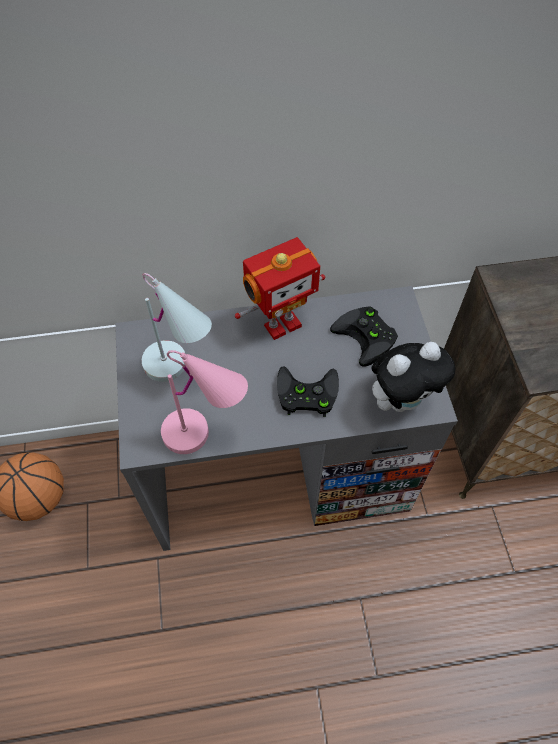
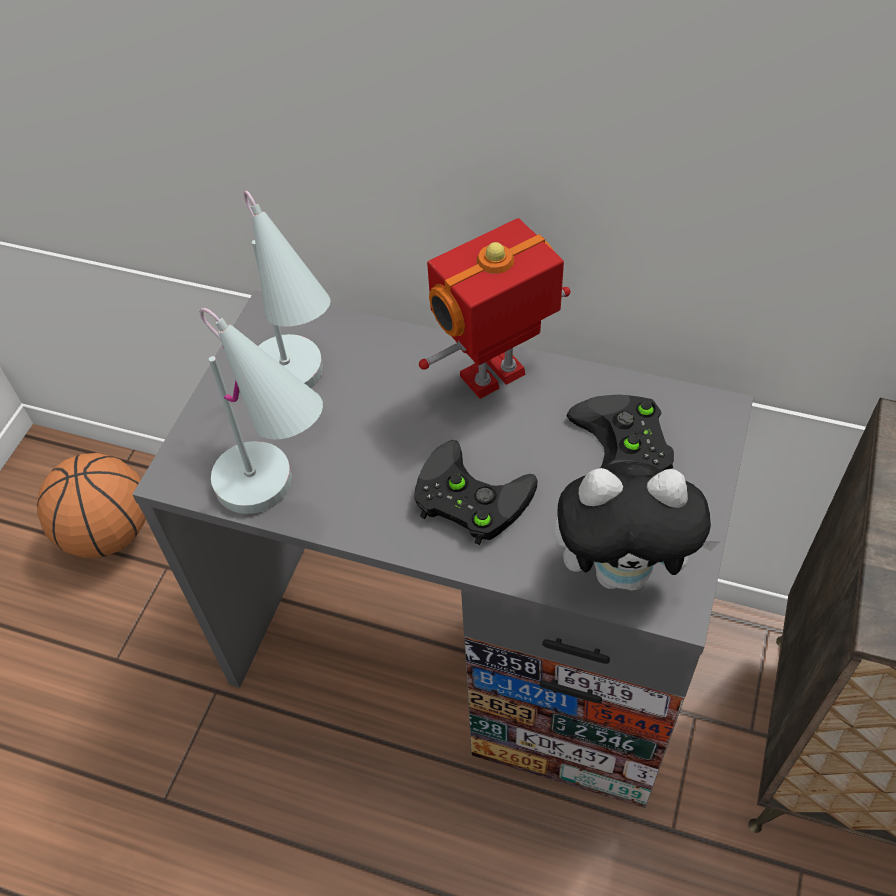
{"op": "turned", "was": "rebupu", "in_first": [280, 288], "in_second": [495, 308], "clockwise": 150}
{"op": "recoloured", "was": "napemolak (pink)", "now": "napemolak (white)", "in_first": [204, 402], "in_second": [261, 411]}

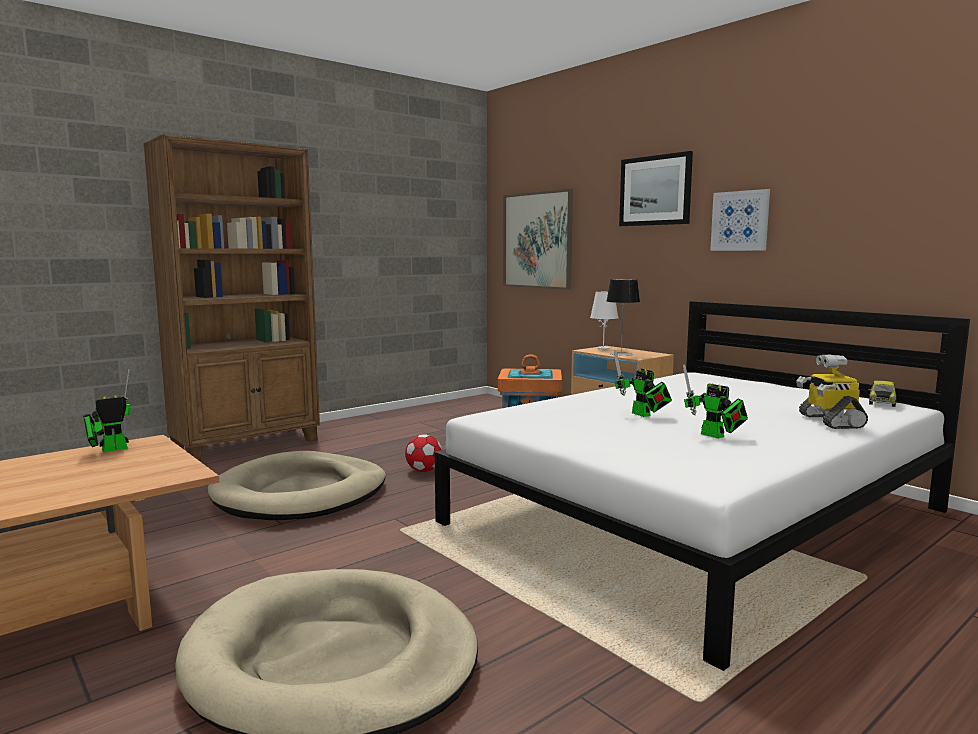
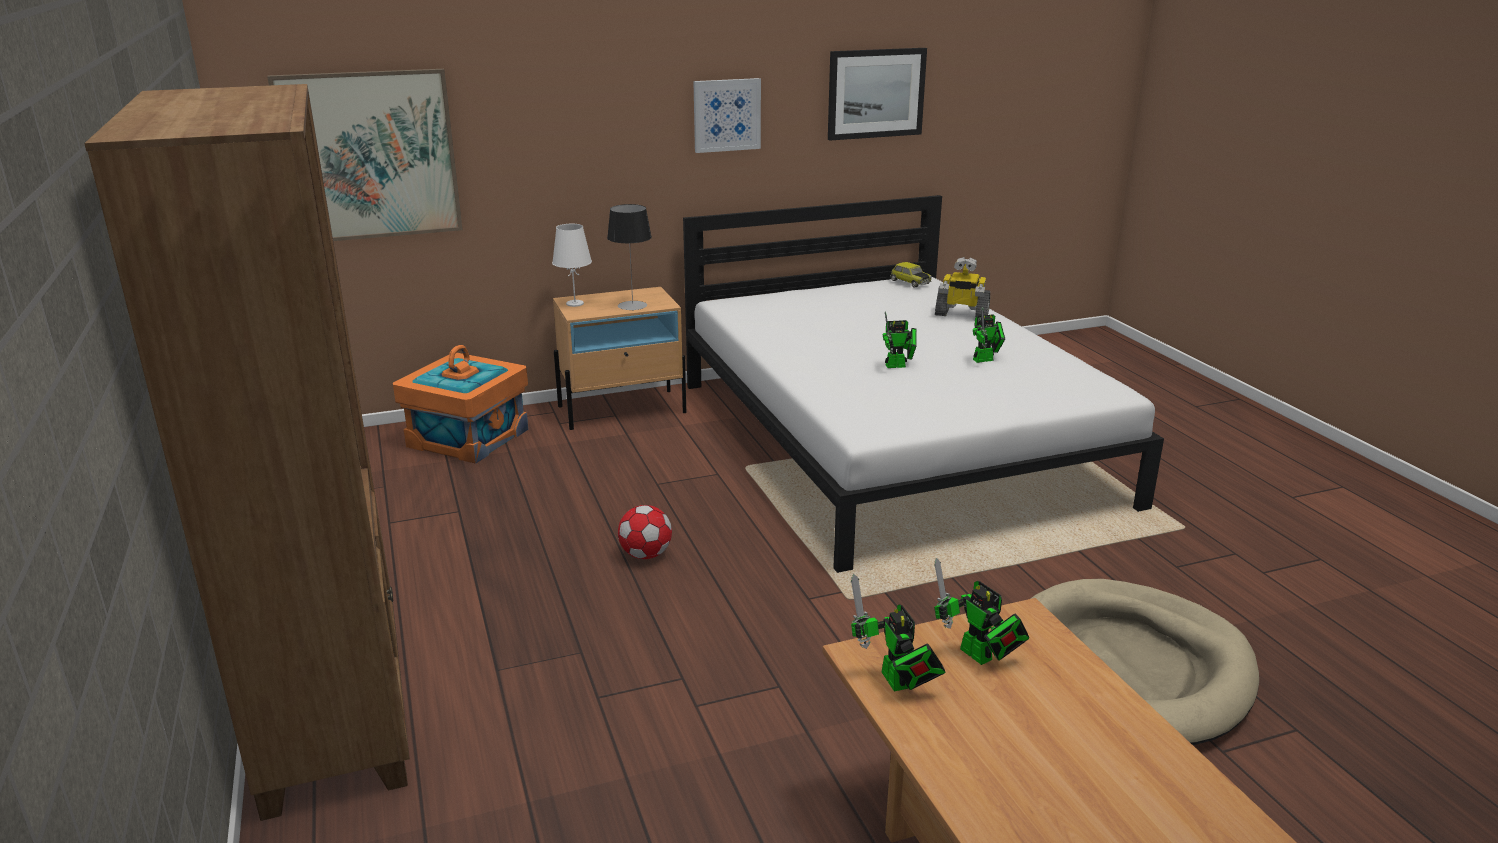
{"op": "moved", "was": "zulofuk", "in_first": [656, 188], "in_second": [877, 94]}
{"op": "removed", "was": "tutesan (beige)", "in_first": [297, 485]}
{"op": "added", "now": "rebupu", "in_second": [982, 611]}

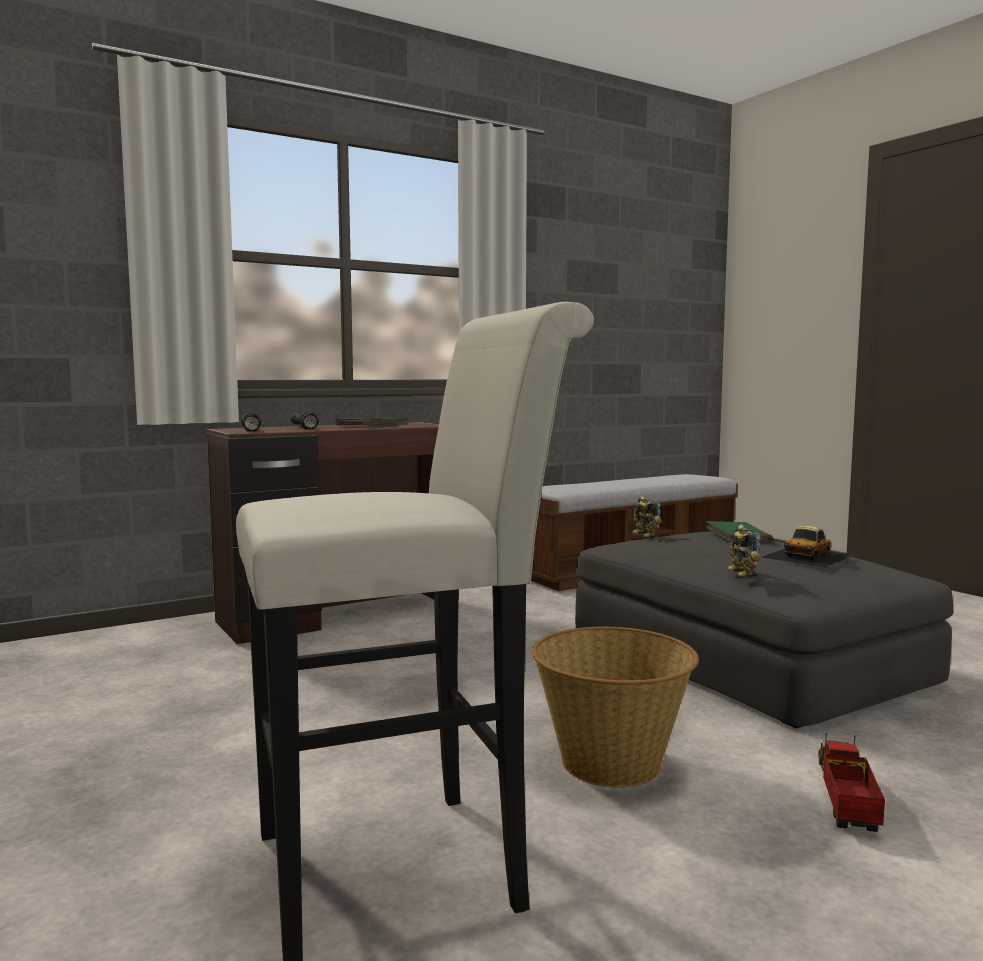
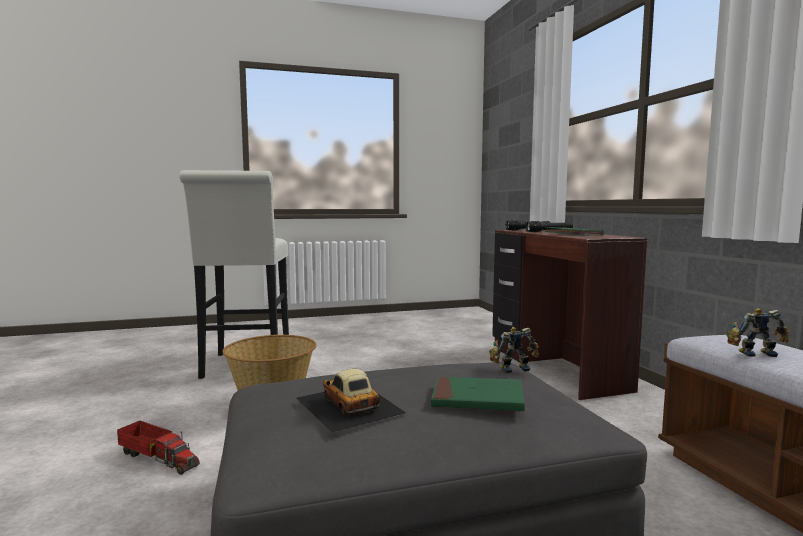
{"op": "moved", "was": "rebupu", "in_first": [744, 550], "in_second": [757, 332]}

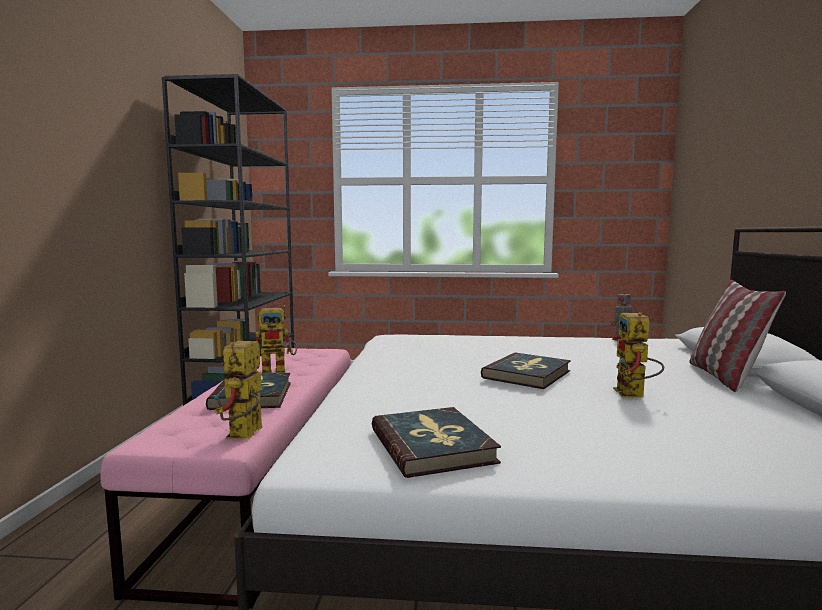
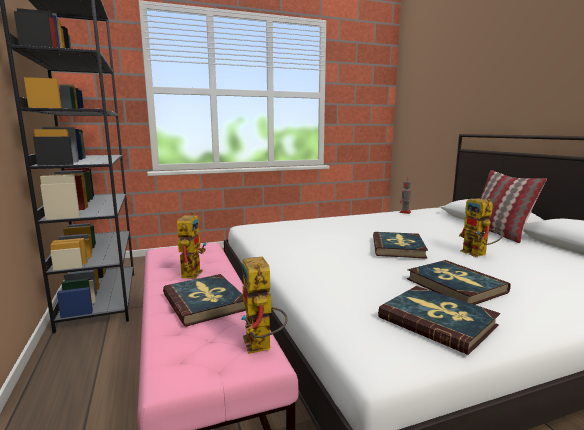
{"op": "turned", "was": "rebupu", "in_first": [276, 339], "in_second": [192, 245], "clockwise": -45}
{"op": "added", "now": "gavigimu", "in_second": [459, 282]}

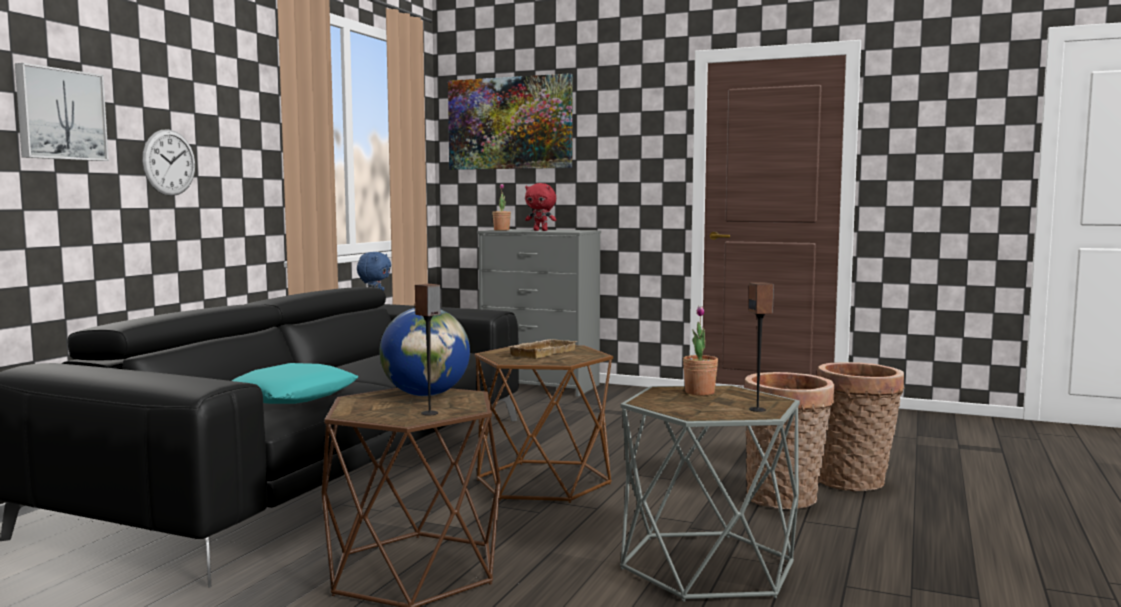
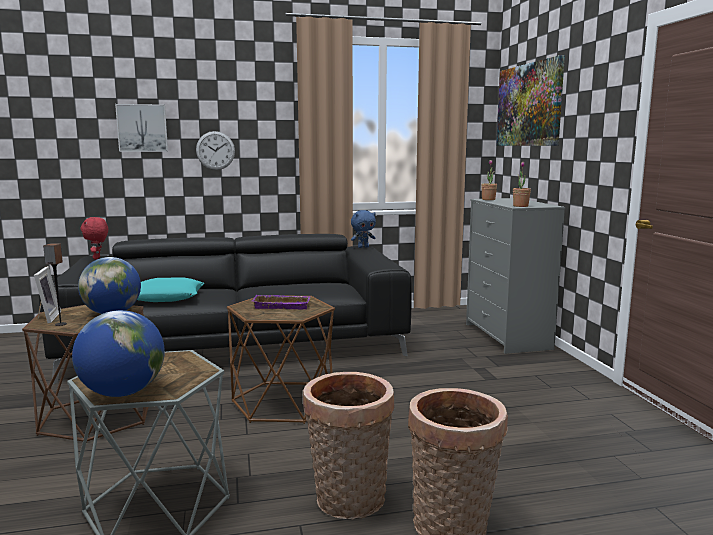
{"op": "moved", "was": "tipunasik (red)", "in_first": [540, 207], "in_second": [94, 238]}
{"op": "replaced", "was": "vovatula", "now": "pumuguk", "in_first": [761, 347], "in_second": [118, 353]}
{"op": "moved", "was": "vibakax", "in_first": [700, 350], "in_second": [522, 184]}
{"op": "recoloured", "was": "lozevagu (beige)", "now": "lozevagu (purple)", "in_first": [542, 349], "in_second": [281, 302]}
{"op": "added", "now": "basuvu", "in_second": [47, 294]}

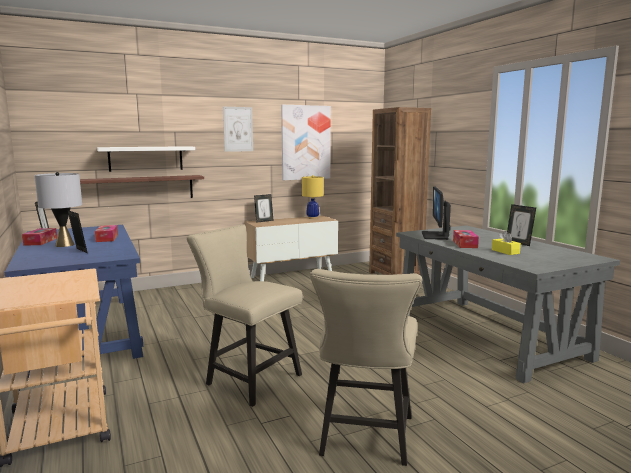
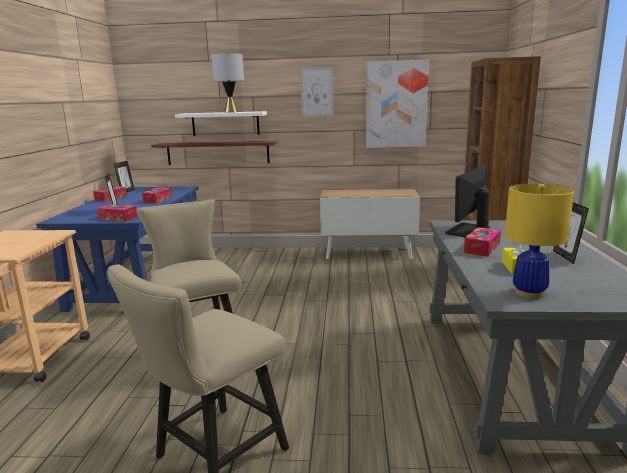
{"op": "moved", "was": "napemolak (grey)", "in_first": [58, 209], "in_second": [227, 83]}
{"op": "moved", "was": "napemolak (yellow)", "in_first": [313, 197], "in_second": [539, 241]}
{"op": "removed", "was": "basuvu", "in_first": [264, 208]}
{"op": "added", "now": "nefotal", "in_second": [116, 212]}

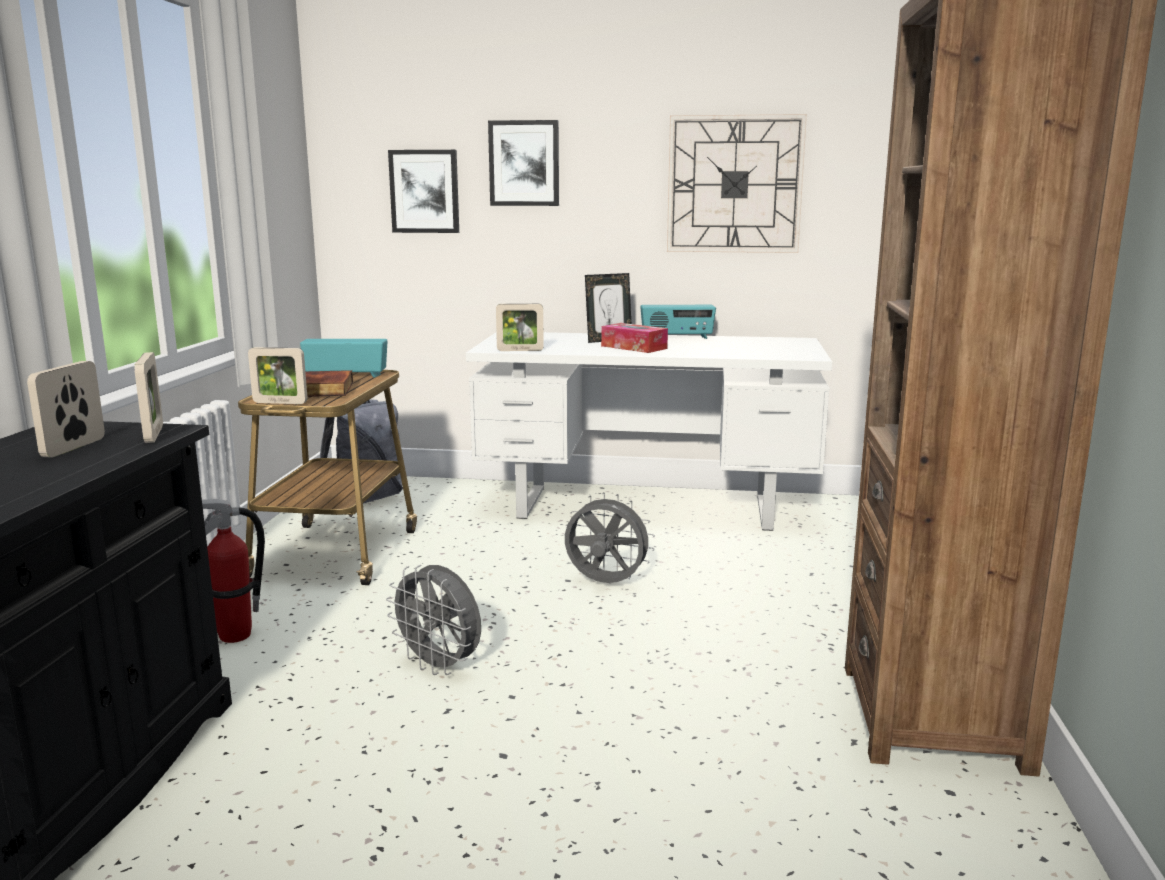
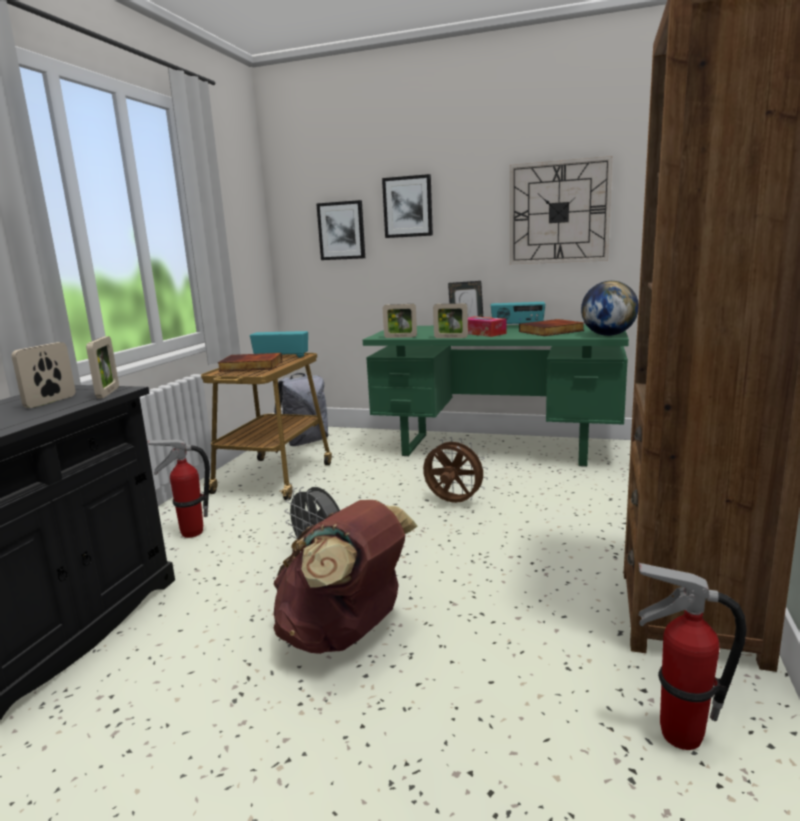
{"op": "recoloured", "was": "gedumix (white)", "now": "gedumix (green)", "in_first": [649, 431], "in_second": [496, 395]}
{"op": "moved", "was": "basuvu", "in_first": [278, 375], "in_second": [450, 320]}
{"op": "recoloured", "was": "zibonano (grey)", "now": "zibonano (brown)", "in_first": [610, 537], "in_second": [455, 470]}
{"op": "added", "now": "pumuguk", "in_second": [610, 308]}
{"op": "added", "now": "gavigimu", "in_second": [552, 327]}
{"op": "added", "now": "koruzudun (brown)", "in_second": [346, 577]}
{"op": "added", "now": "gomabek", "in_second": [693, 656]}

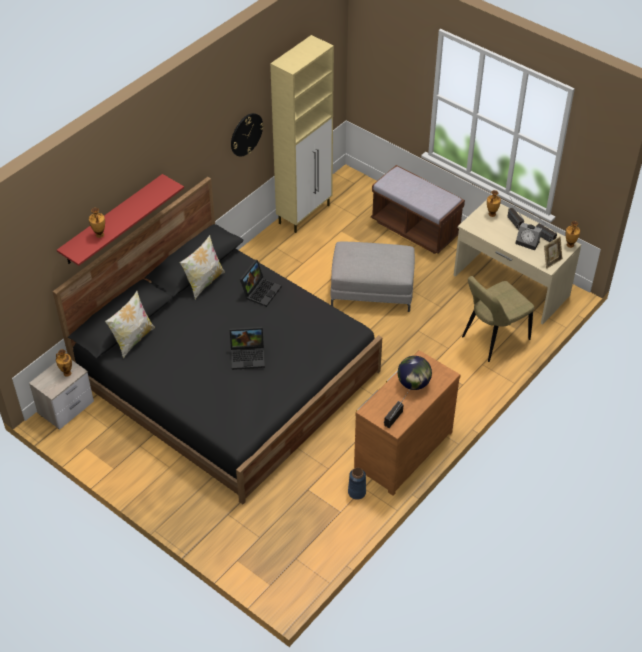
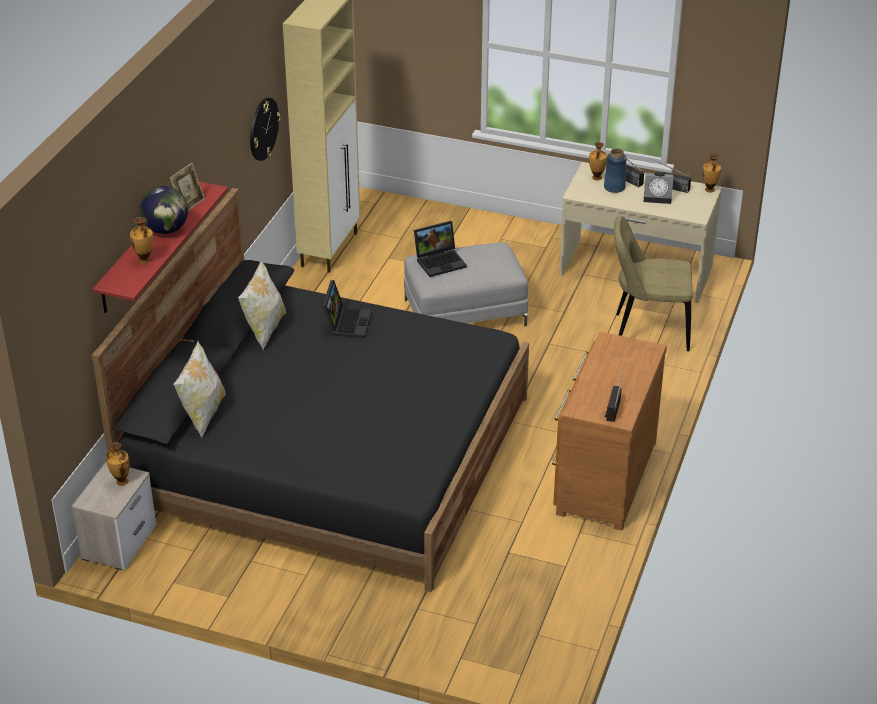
{"op": "removed", "was": "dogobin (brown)", "in_first": [418, 209]}
{"op": "moved", "was": "basuvu", "in_first": [553, 252], "in_second": [187, 187]}
{"op": "turned", "was": "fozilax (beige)", "in_first": [498, 319], "in_second": [653, 283], "clockwise": 60}
{"op": "moved", "was": "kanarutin", "in_first": [247, 348], "in_second": [440, 249]}
{"op": "moved", "was": "pumuguk", "in_first": [415, 373], "in_second": [164, 210]}
{"op": "moved", "was": "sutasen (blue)", "in_first": [357, 484], "in_second": [615, 170]}

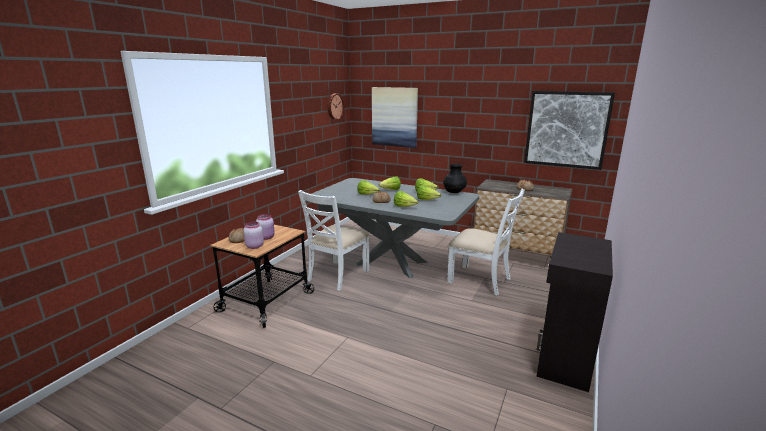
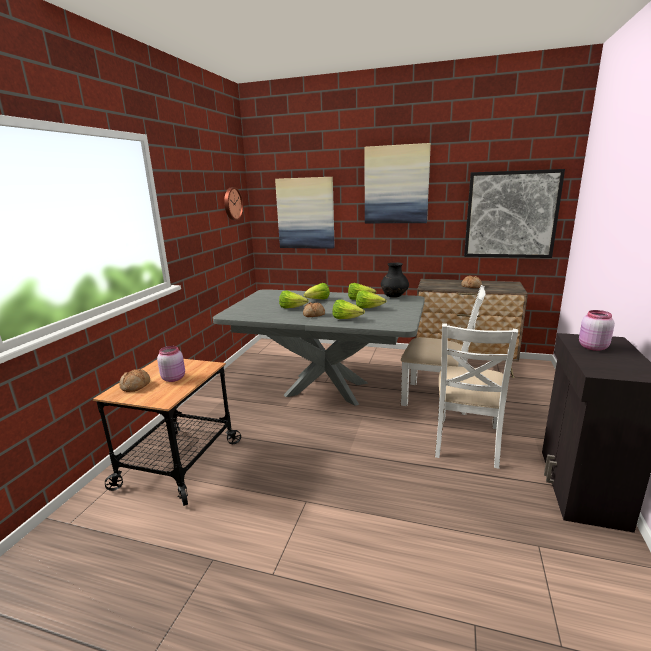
{"op": "moved", "was": "fozilax (white)", "in_first": [333, 240], "in_second": [476, 396]}
{"op": "moved", "was": "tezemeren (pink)", "in_first": [253, 235], "in_second": [597, 330]}
{"op": "added", "now": "zulofuk", "in_second": [398, 183]}

